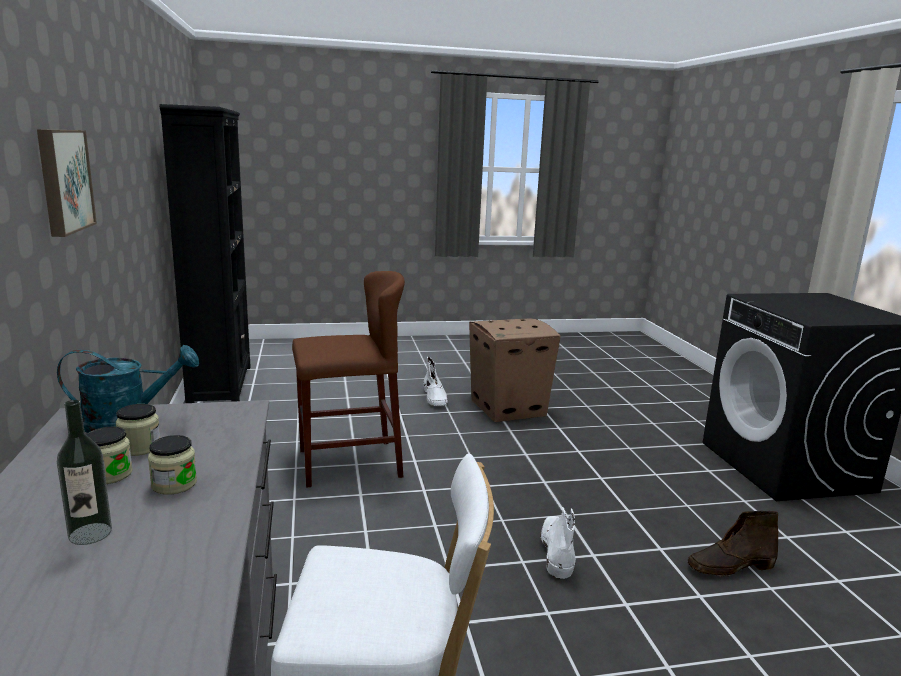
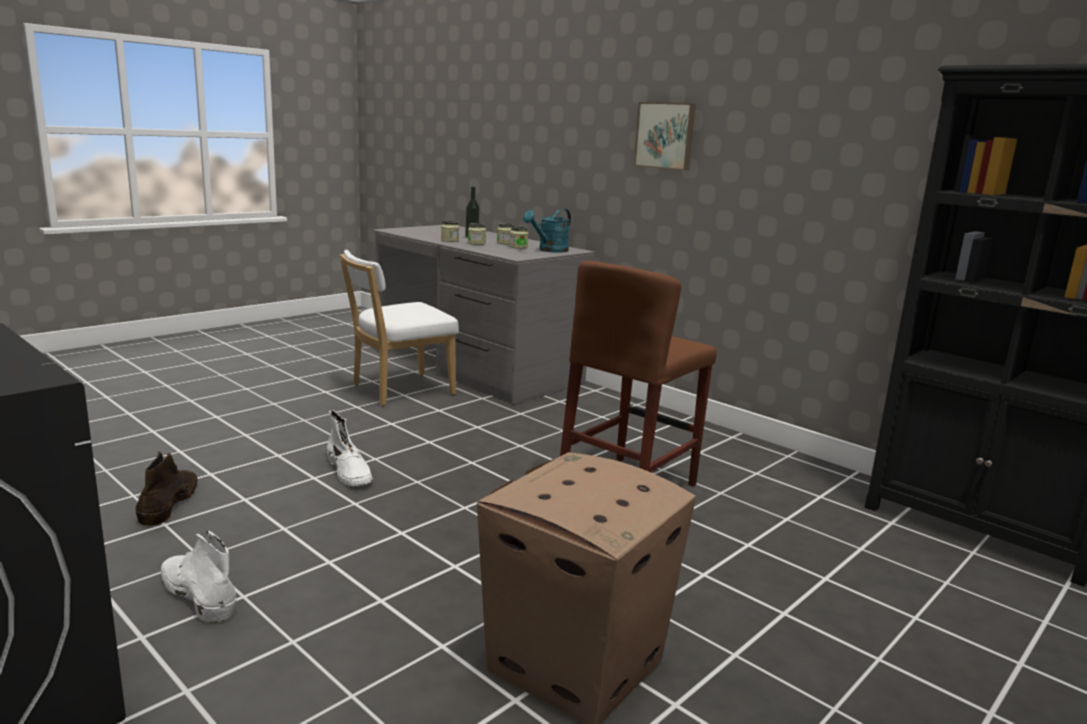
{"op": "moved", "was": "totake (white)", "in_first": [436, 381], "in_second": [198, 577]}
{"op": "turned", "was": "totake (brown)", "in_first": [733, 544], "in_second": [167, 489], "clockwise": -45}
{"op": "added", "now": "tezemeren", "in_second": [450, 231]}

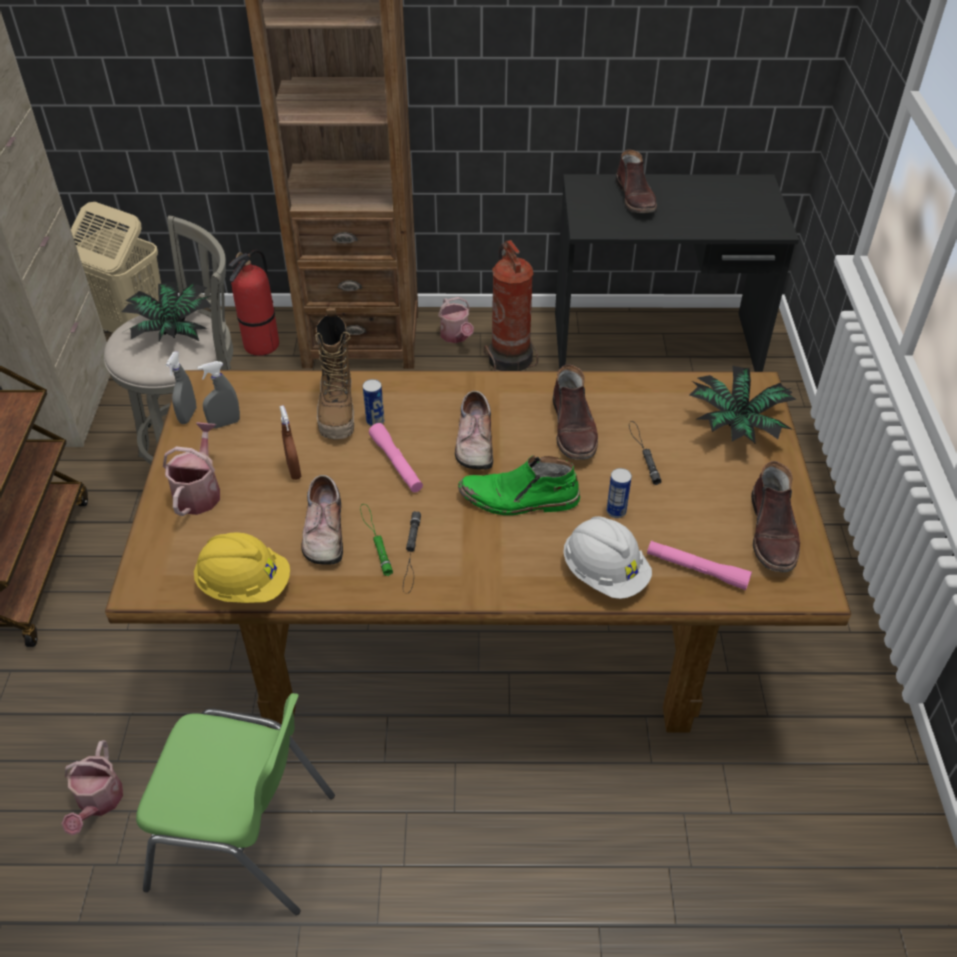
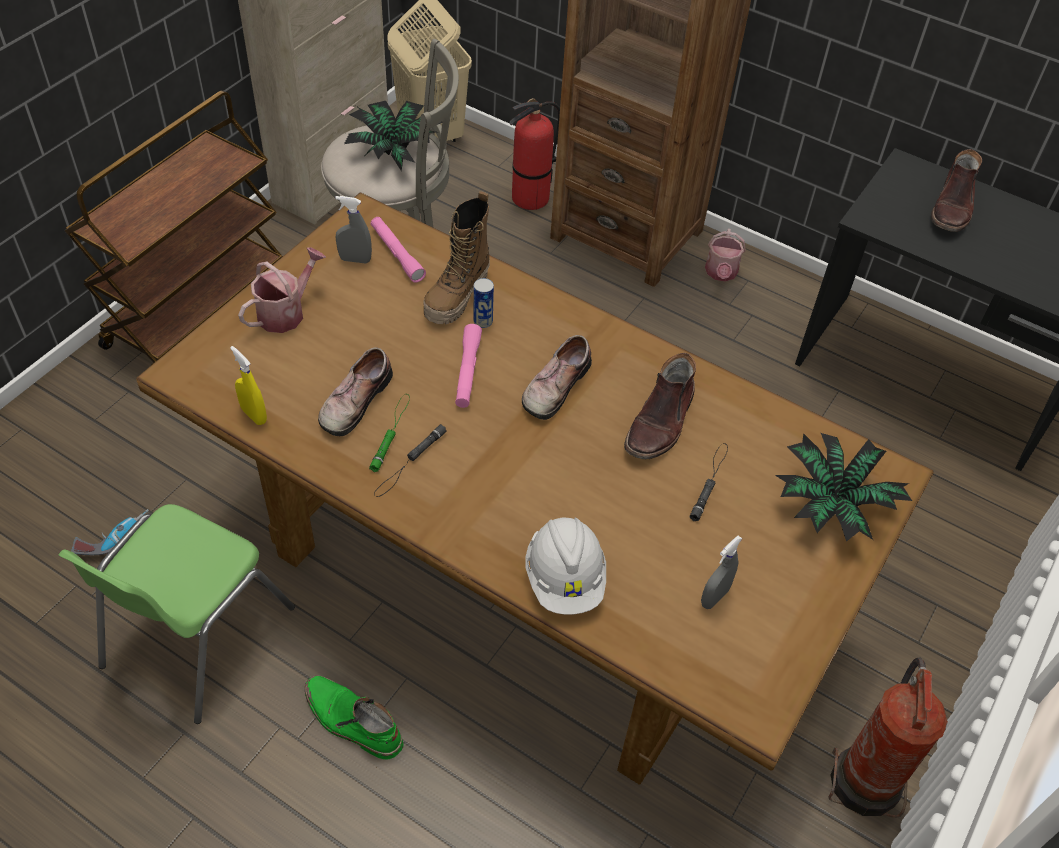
{"op": "moved", "was": "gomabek", "in_first": [511, 305], "in_second": [888, 738]}
{"op": "moved", "was": "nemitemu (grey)", "in_first": [181, 388], "in_second": [721, 572]}
{"op": "removed", "was": "nemitemu (brown)", "in_first": [290, 442]}
{"op": "moved", "was": "totake (green)", "in_first": [519, 485], "in_second": [354, 717]}
{"op": "removed", "was": "totake (brown)", "in_first": [775, 516]}
{"op": "removed", "was": "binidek", "in_first": [619, 493]}
{"op": "replaced", "was": "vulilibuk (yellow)", "now": "nemitemu (yellow)", "in_first": [242, 567], "in_second": [248, 385]}
{"op": "moved", "was": "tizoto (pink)", "in_first": [699, 565], "in_second": [398, 250]}
{"op": "turned", "was": "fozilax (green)", "in_first": [235, 804], "in_second": [176, 614], "clockwise": 75}
{"op": "replaced", "was": "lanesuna", "now": "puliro", "in_first": [92, 787], "in_second": [110, 532]}

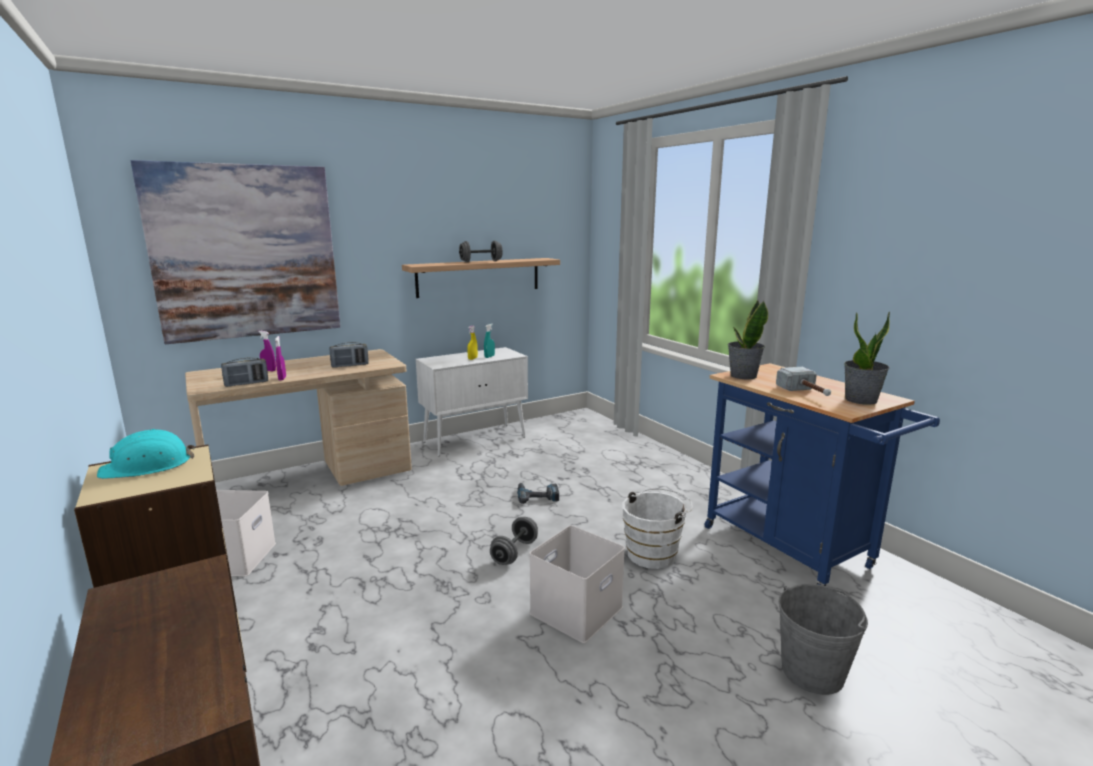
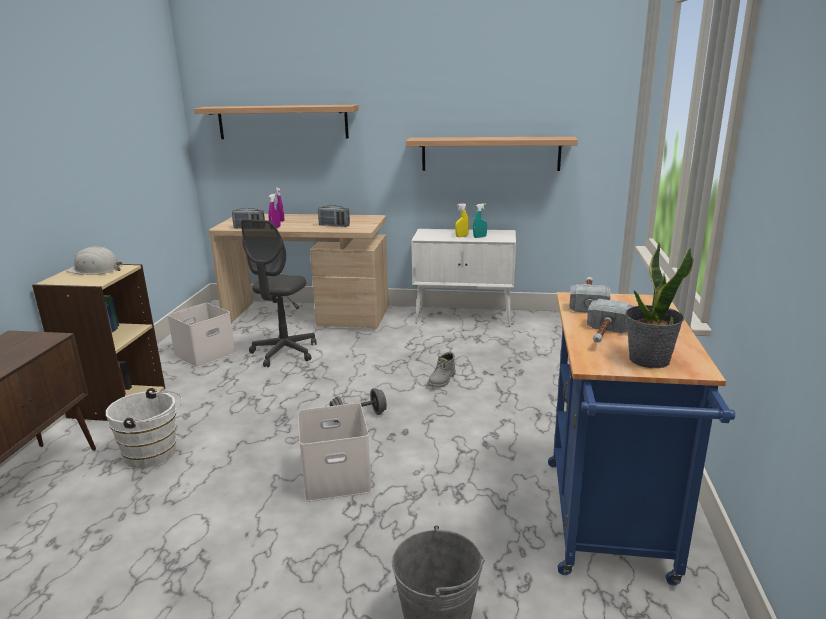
{"op": "replaced", "was": "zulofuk", "now": "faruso", "in_first": [236, 252], "in_second": [276, 122]}
{"op": "removed", "was": "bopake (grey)", "in_first": [481, 251]}
{"op": "replaced", "was": "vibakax", "now": "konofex", "in_first": [748, 339], "in_second": [590, 295]}
{"op": "recoloured", "was": "vulilibuk (turquoise)", "now": "vulilibuk (white)", "in_first": [146, 454], "in_second": [94, 260]}
{"op": "replaced", "was": "puliro", "now": "totake (grey)", "in_first": [538, 493], "in_second": [441, 370]}
{"op": "moved", "was": "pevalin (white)", "in_first": [657, 528], "in_second": [144, 428]}
{"op": "added", "now": "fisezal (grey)", "in_second": [279, 293]}

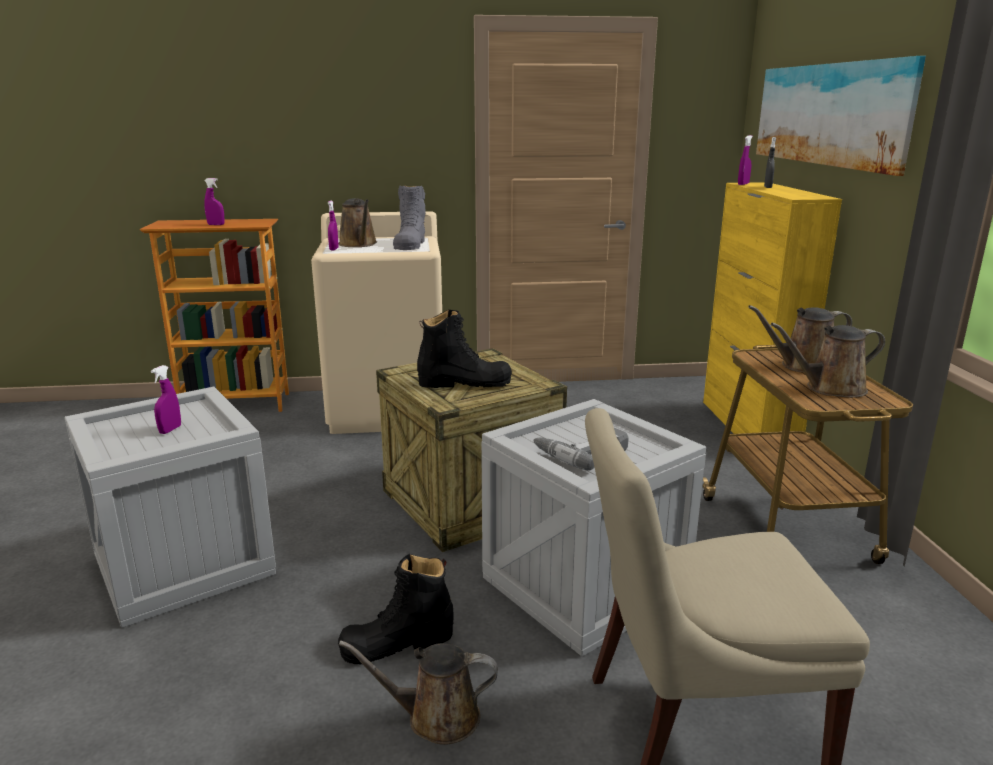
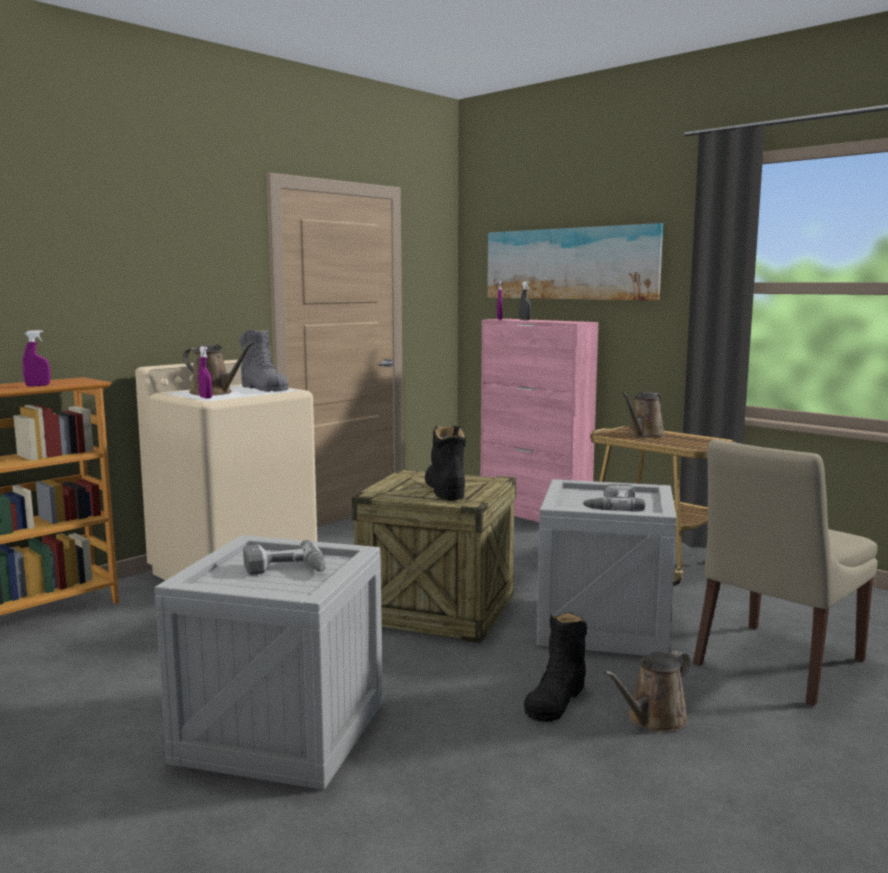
{"op": "recoloured", "was": "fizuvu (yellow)", "now": "fizuvu (pink)", "in_first": [772, 308], "in_second": [540, 420]}
{"op": "turned", "was": "totake (black)", "in_first": [464, 349], "in_second": [445, 463], "clockwise": -60}
{"op": "removed", "was": "lanesuna (brown)", "in_first": [828, 360]}
{"op": "replaced", "was": "nemitemu (purple)", "now": "puliro", "in_first": [166, 399], "in_second": [284, 557]}

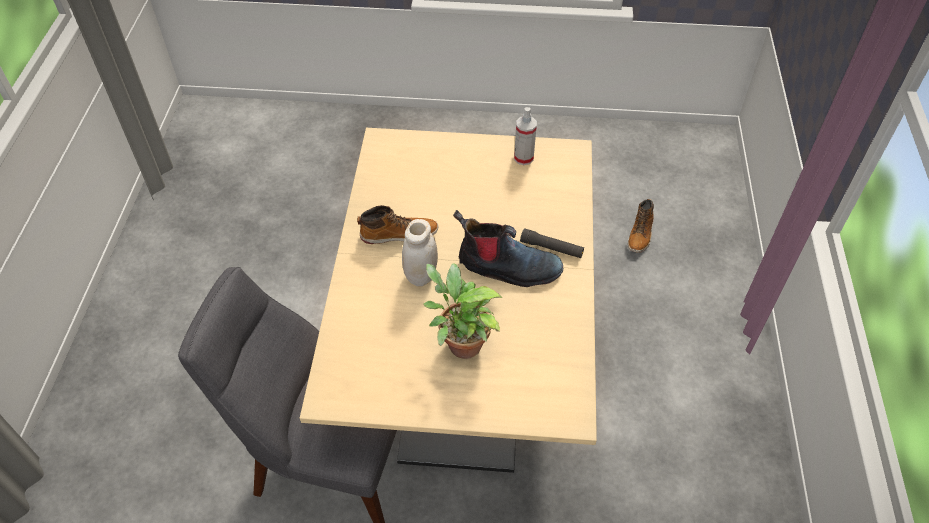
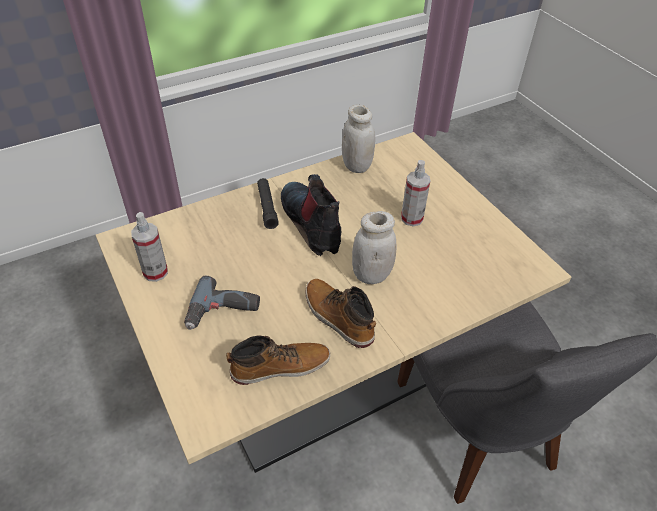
{"op": "moved", "was": "totake", "in_first": [641, 226], "in_second": [278, 360]}
{"op": "replaced", "was": "vibakax", "now": "nemitemu", "in_first": [462, 311], "in_second": [415, 193]}
{"op": "added", "now": "tezemeren (white)", "in_second": [358, 138]}
{"op": "added", "now": "puliro", "in_second": [222, 303]}

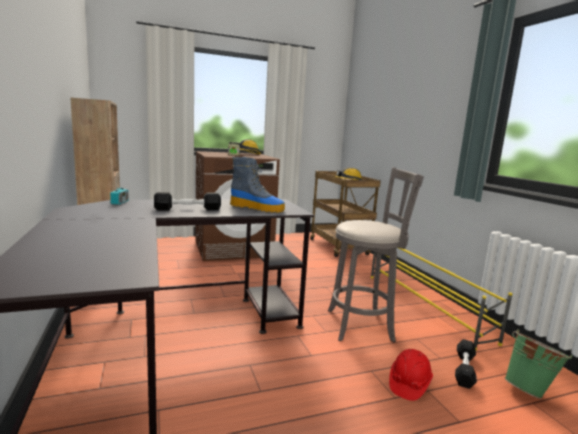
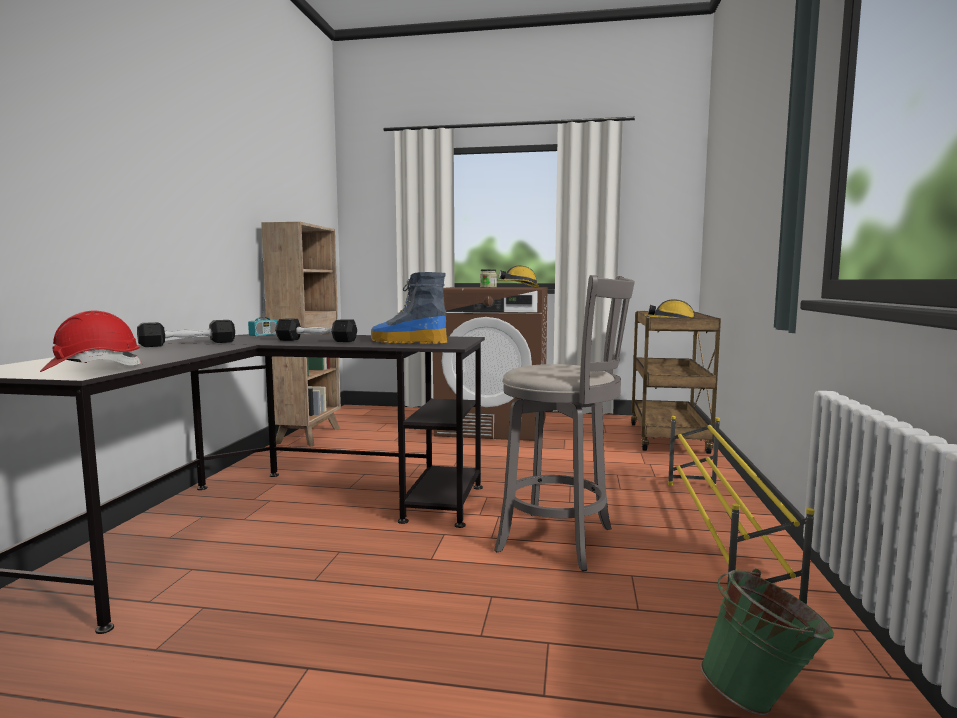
{"op": "turned", "was": "totake", "in_first": [257, 185], "in_second": [409, 308], "clockwise": 150}
{"op": "moved", "was": "bopake (black)", "in_first": [466, 364], "in_second": [186, 333]}
{"op": "moved", "was": "vulilibuk (red)", "in_first": [411, 375], "in_second": [90, 341]}

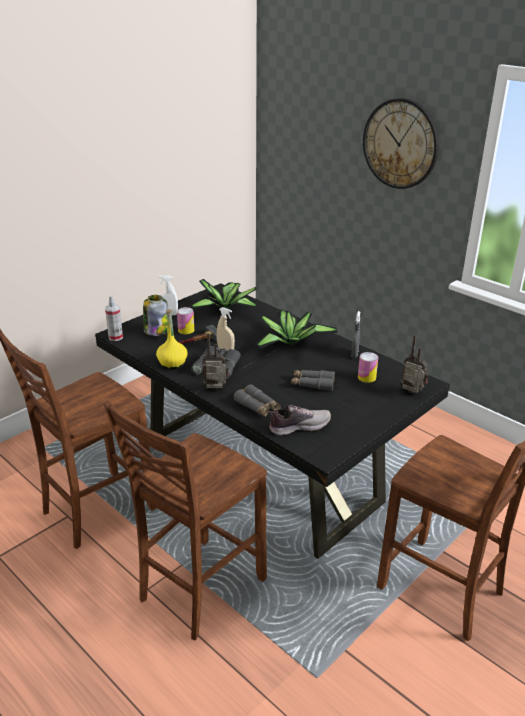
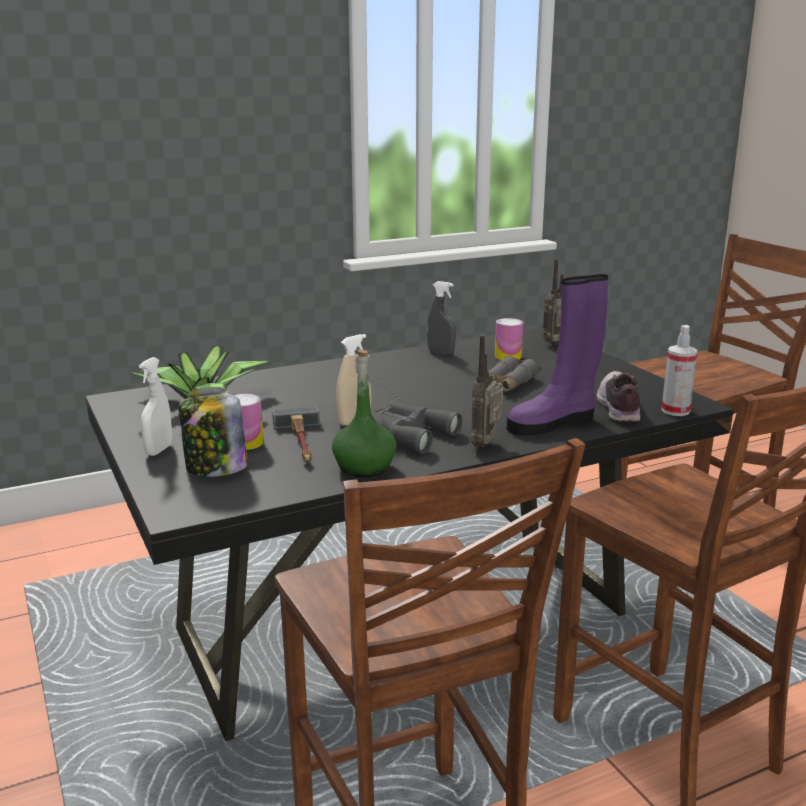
{"op": "removed", "was": "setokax", "in_first": [401, 143]}
{"op": "moved", "was": "nemitemu", "in_first": [114, 318], "in_second": [679, 370]}
{"op": "recoloured", "was": "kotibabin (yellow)", "now": "kotibabin (green)", "in_first": [172, 339], "in_second": [364, 413]}
{"op": "removed", "was": "vibakax", "in_first": [296, 330]}
{"op": "replaced", "was": "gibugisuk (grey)", "now": "totake (purple)", "in_first": [257, 400], "in_second": [557, 355]}

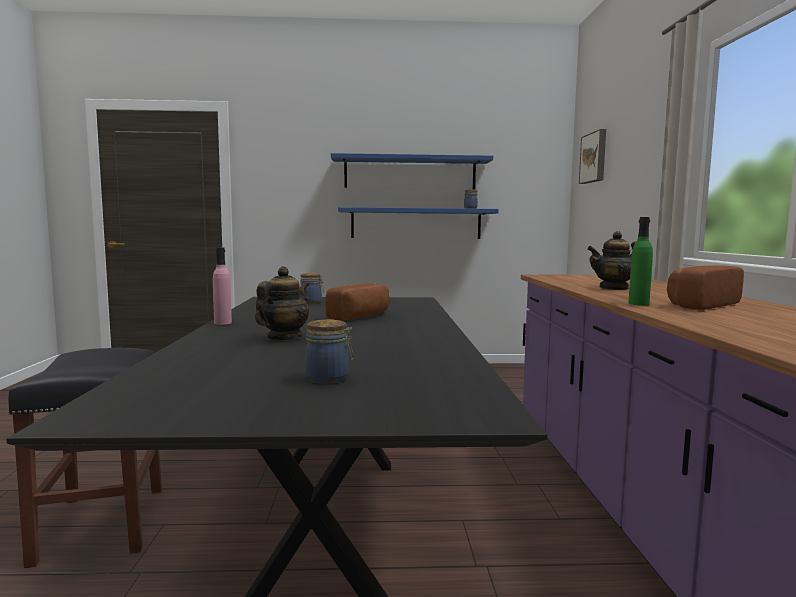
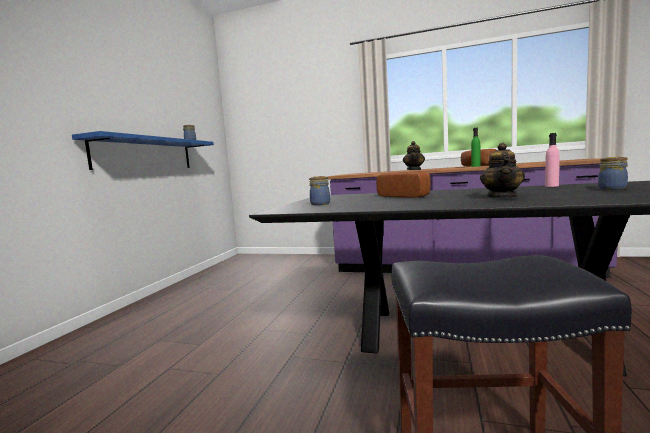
{"op": "removed", "was": "zulofuk", "in_first": [592, 156]}
{"op": "removed", "was": "faruso (blue)", "in_first": [412, 171]}
{"op": "moved", "was": "kotibabin (pink)", "in_first": [222, 286], "in_second": [552, 160]}
{"op": "turned", "was": "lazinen", "in_first": [282, 303], "in_second": [502, 170], "clockwise": -120}

